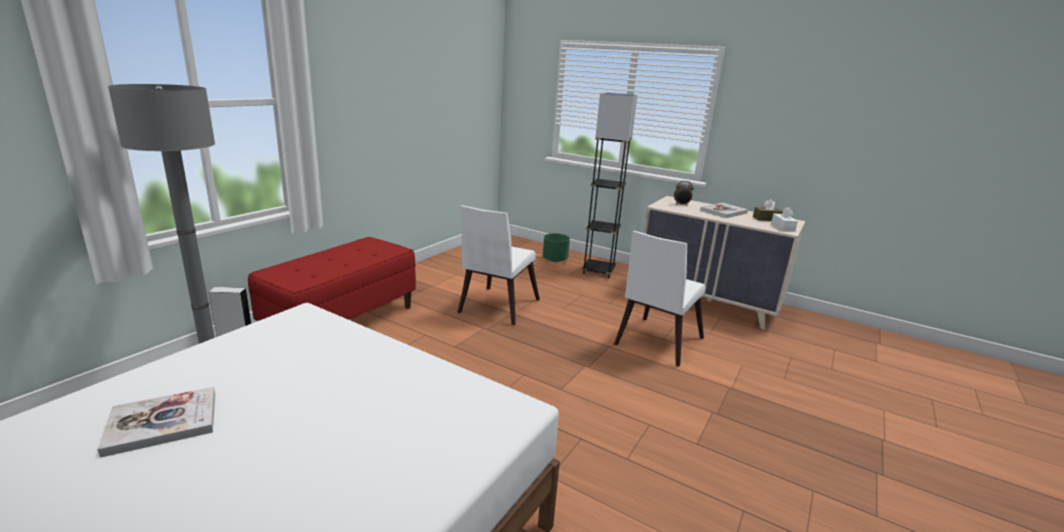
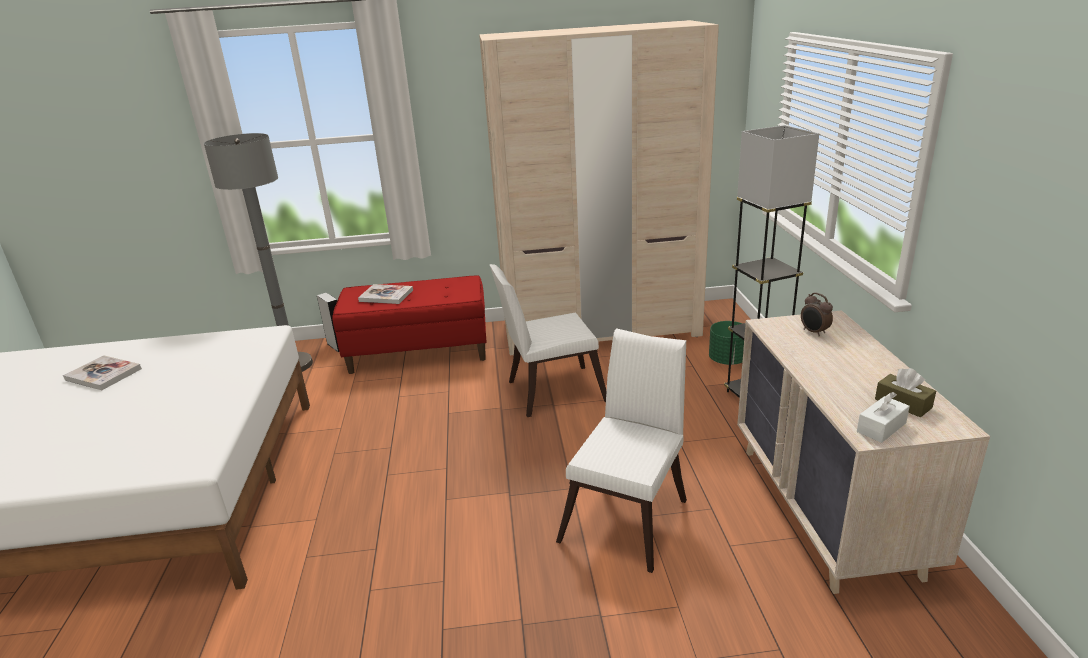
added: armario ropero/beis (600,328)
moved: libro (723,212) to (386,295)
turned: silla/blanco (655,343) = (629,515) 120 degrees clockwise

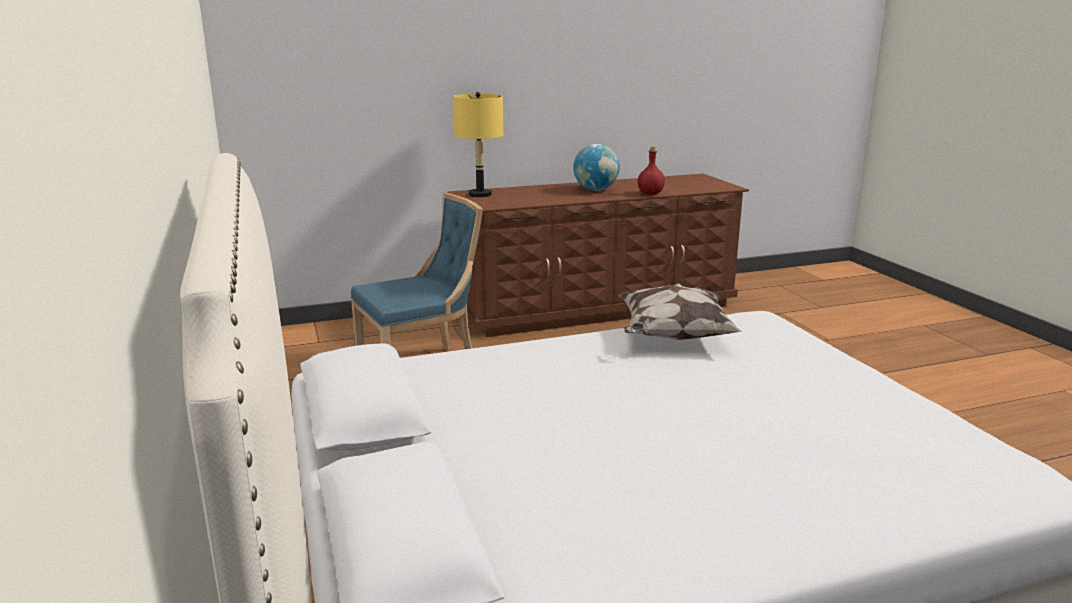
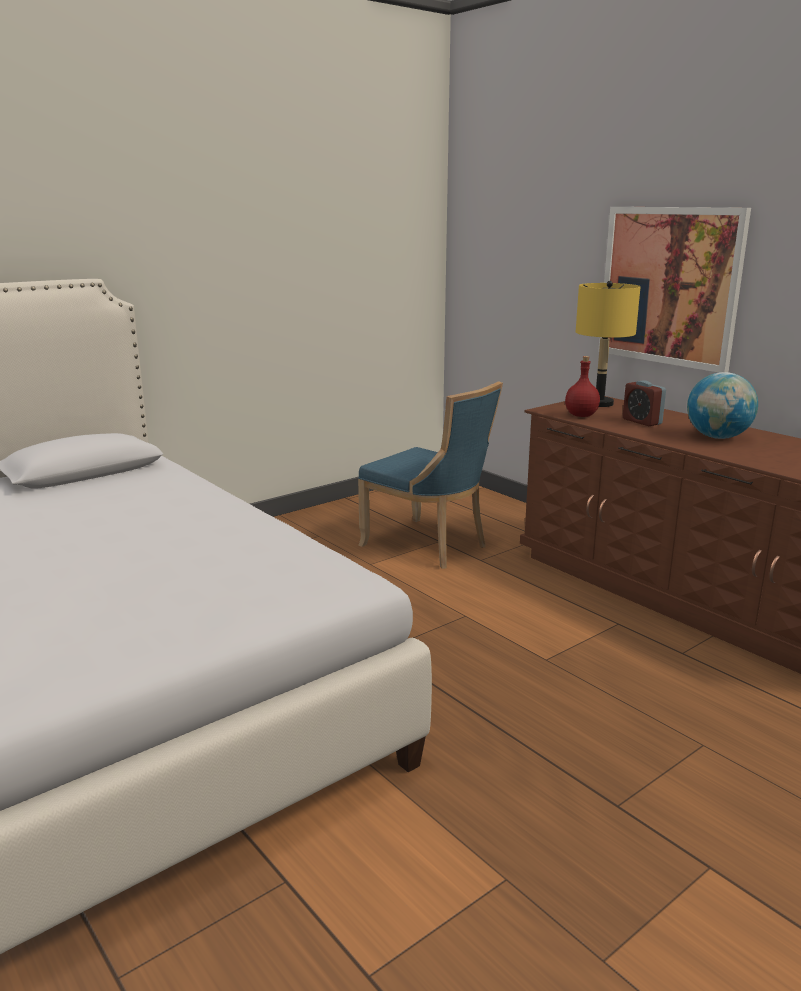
removed: cojín (672,336)
added: cuadro (669,286); despertador (642,422)
moved: botella/rojo (650,194) to (581,415)

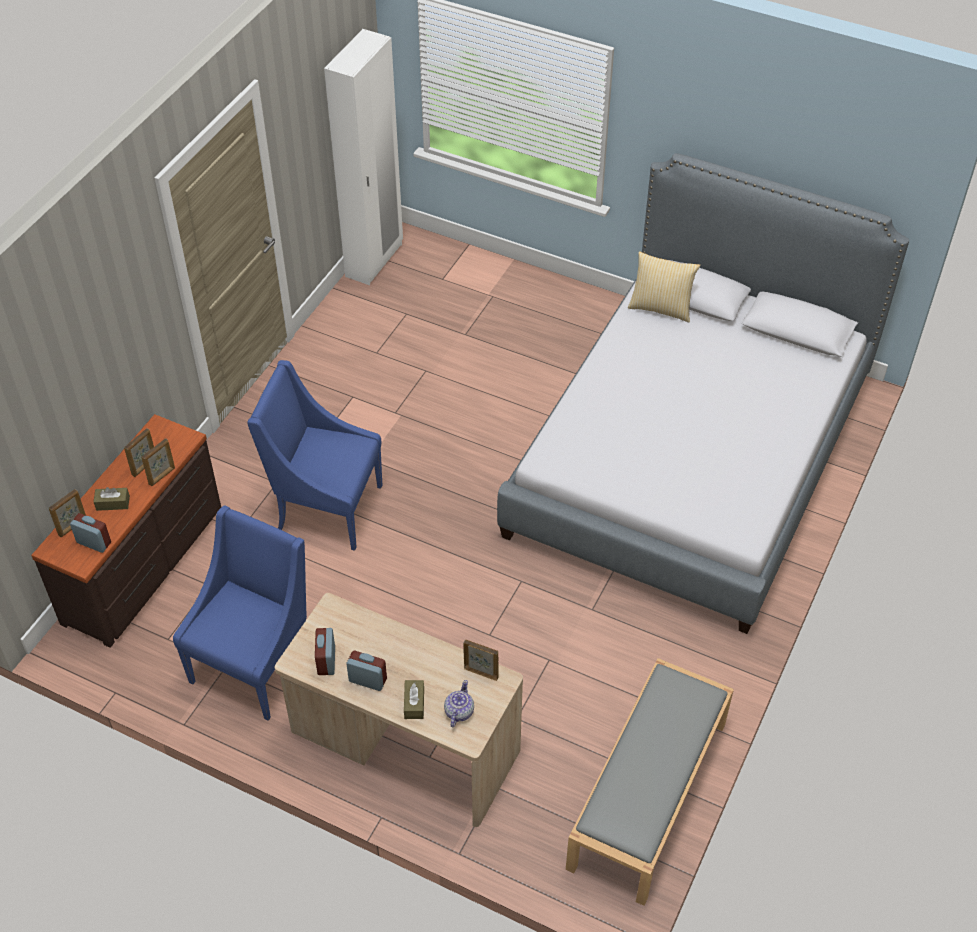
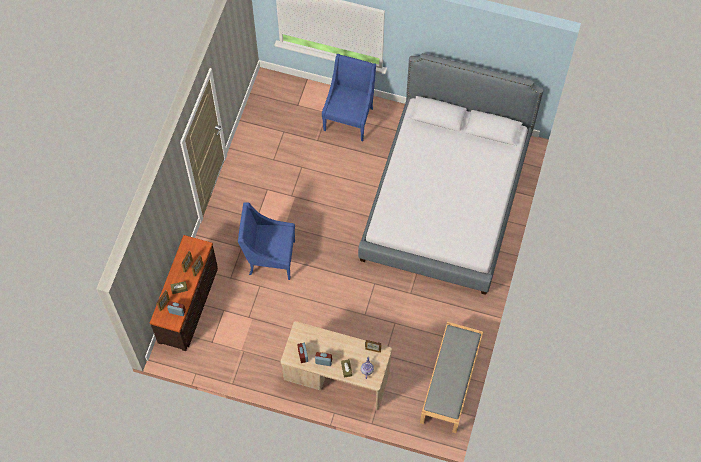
removed: armario ropero/blanco (374,260); cojín (661,308)
moved: sillón/azul (256,663) to (349,118)

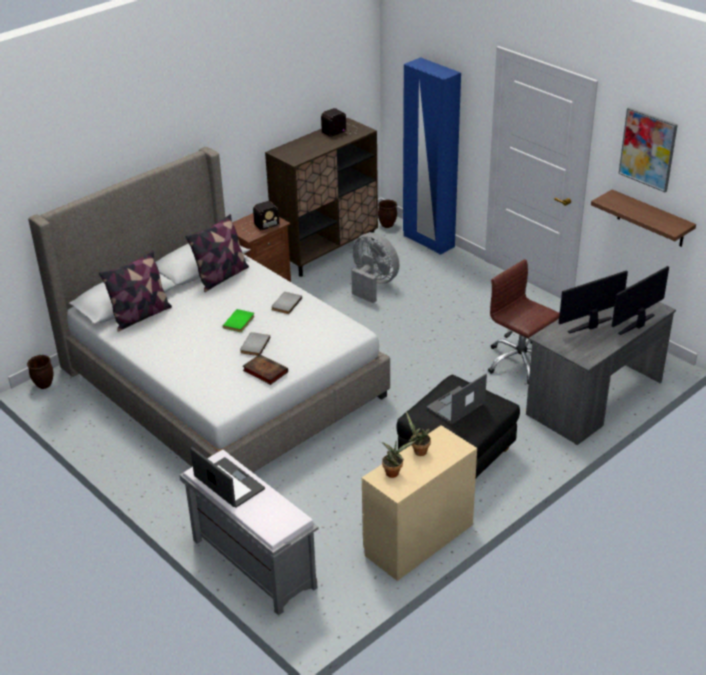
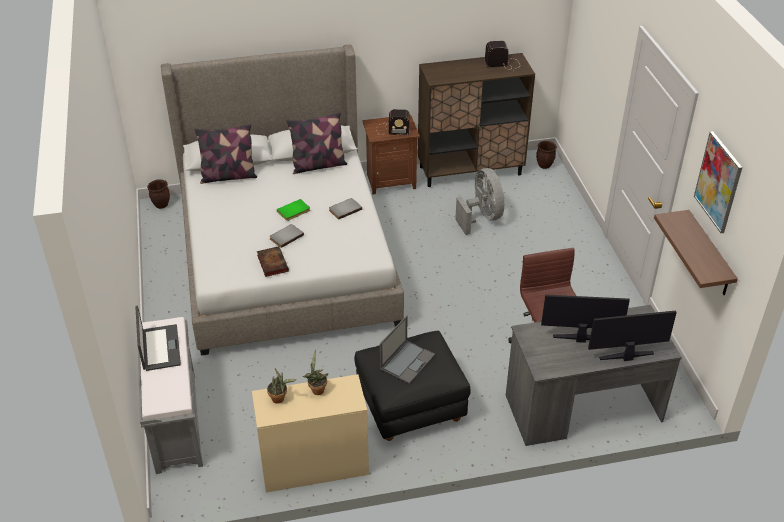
removed: armario ropero/azul (428,241)
turned: portátil (455,406) = (407,361) 135 degrees clockwise

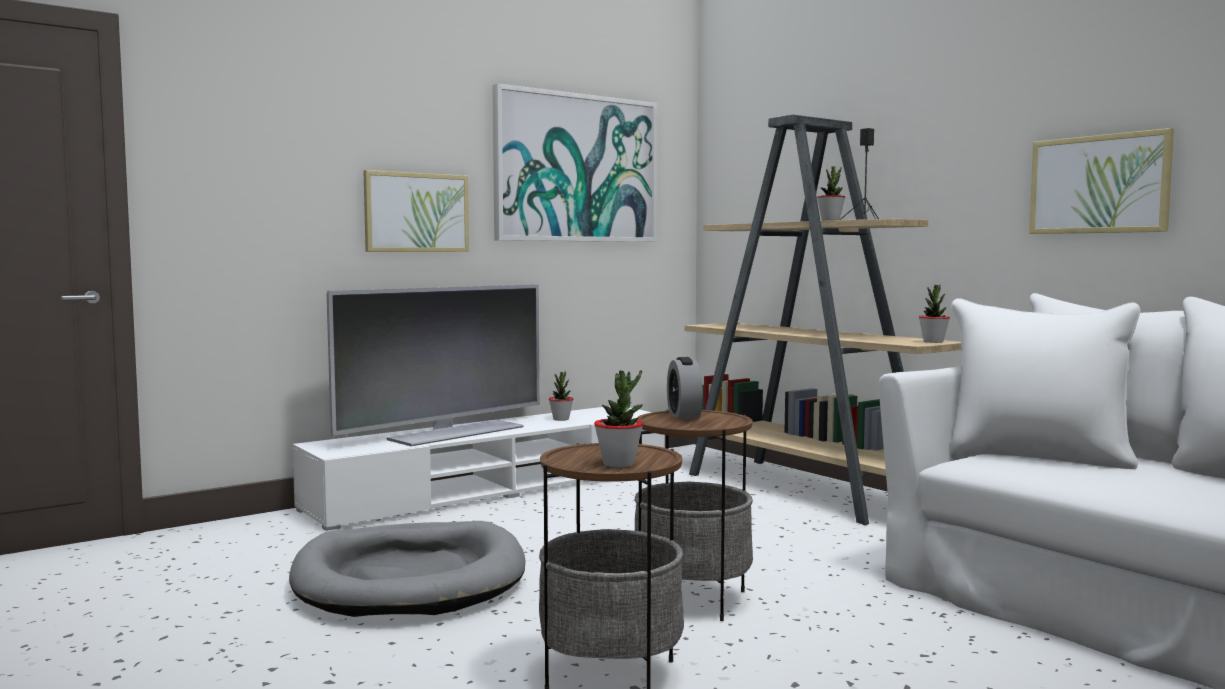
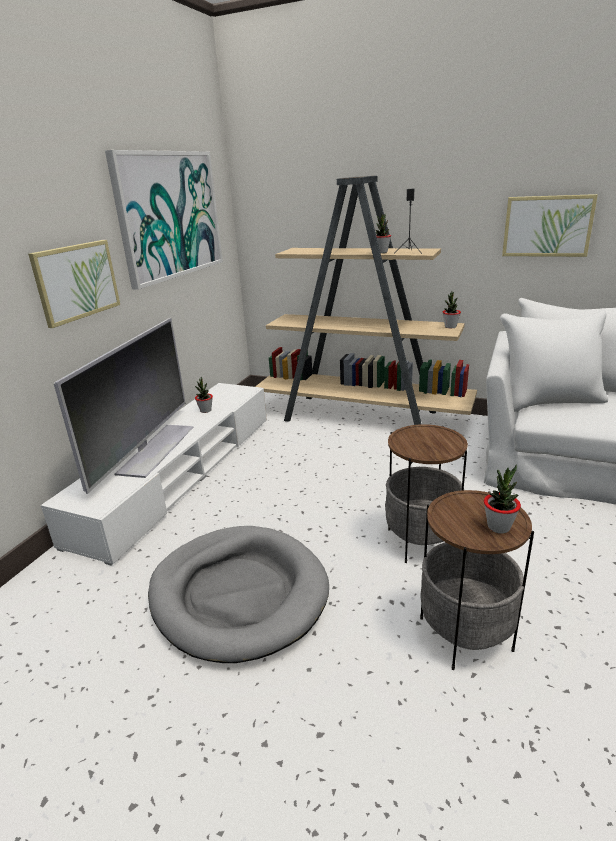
removed: despertador (684,415)

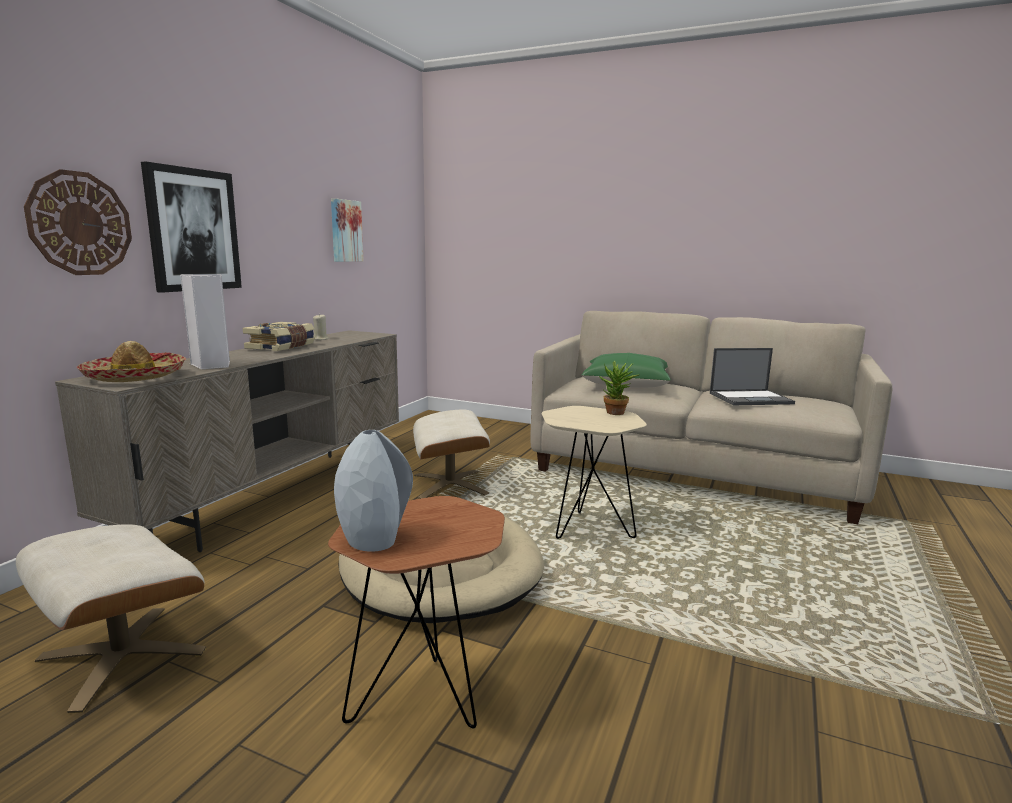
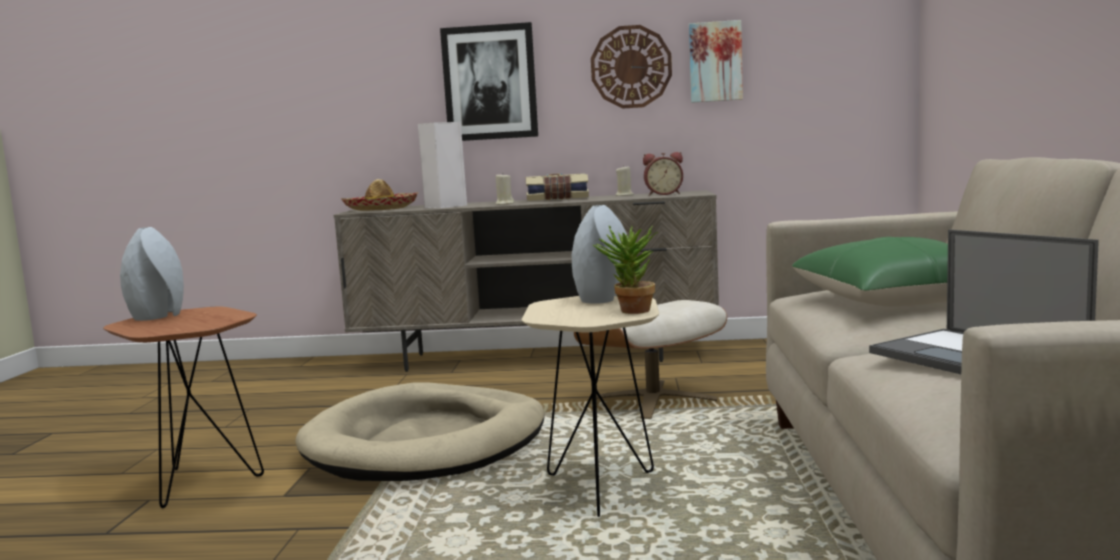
removed: puf/beis (121,655)
added: vela/beis (504,204); florero/gris (605,300); despertador (663,194)
moved: reloj de pared (80,223) to (631,67)

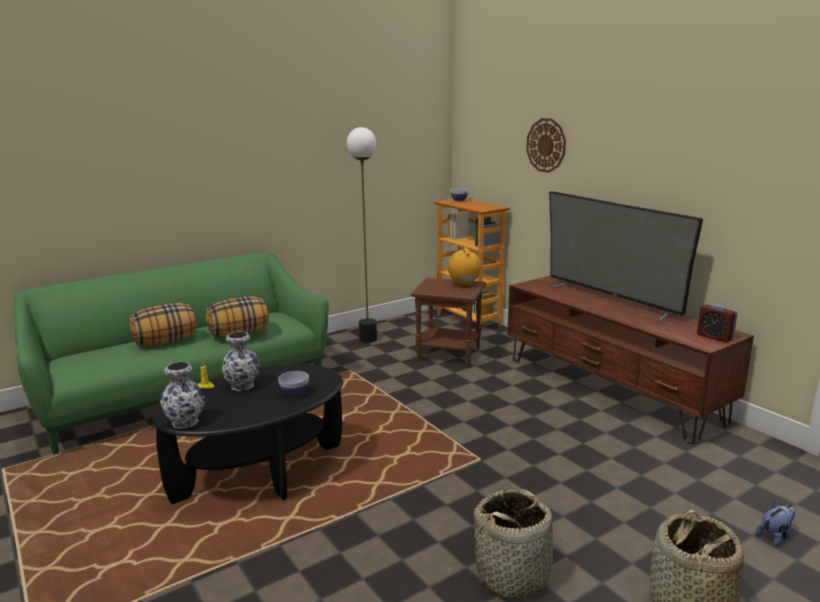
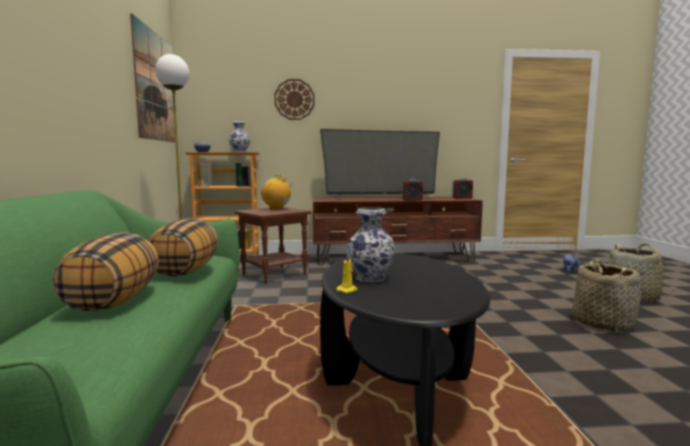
removed: cuenco (294,393)
added: cuadro (155,87); despertador (412,200)
moved: florero (185,422) to (240,152)

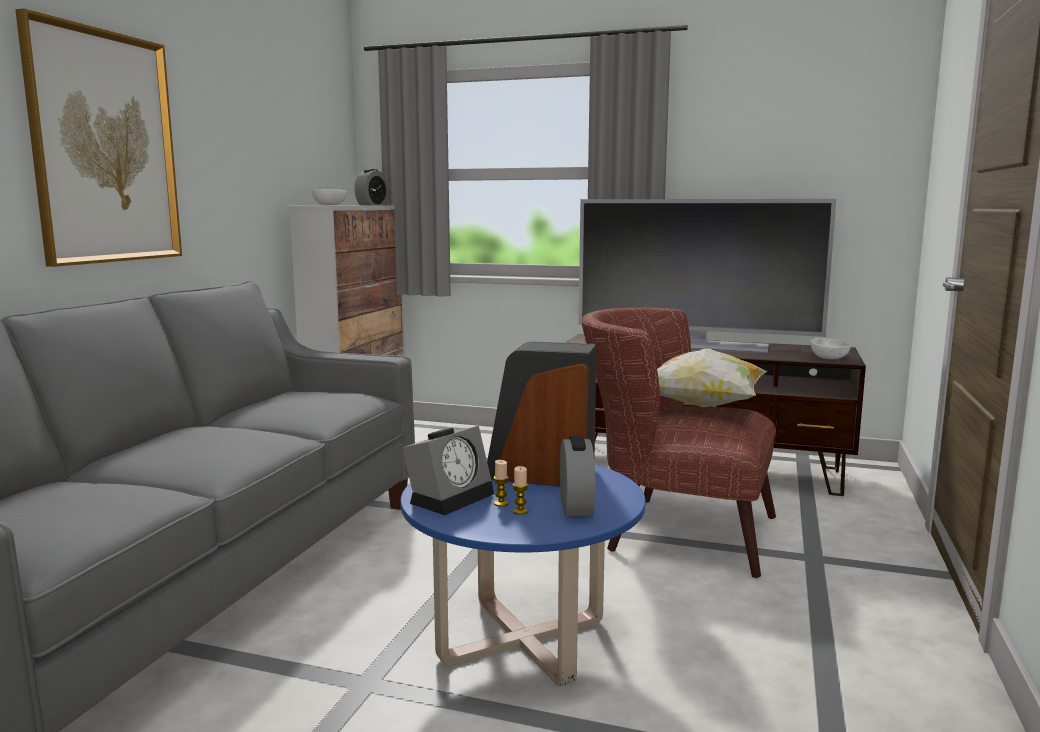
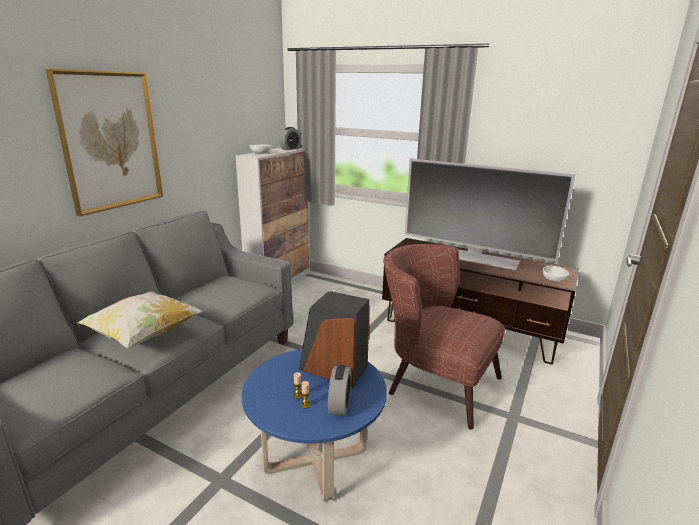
removed: despertador (451,497)
moved: cojín (702,406) to (144,335)

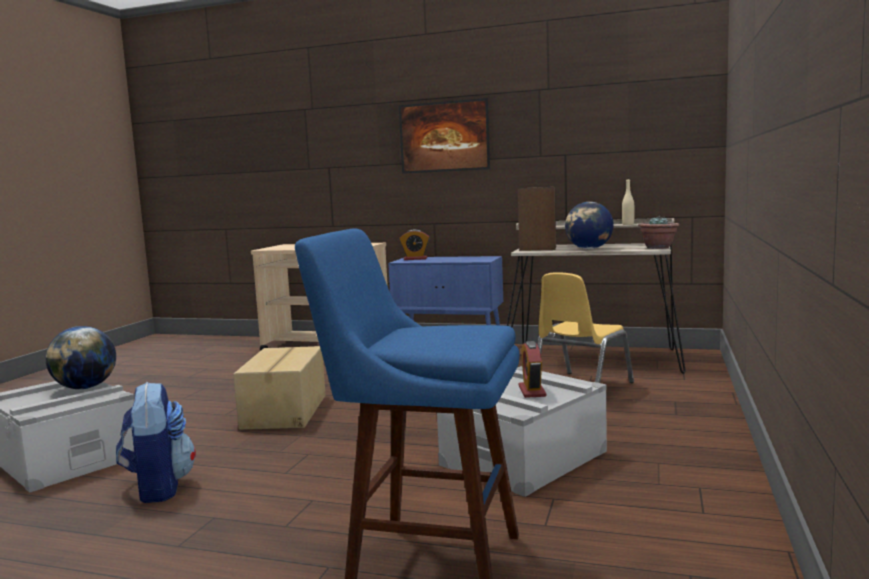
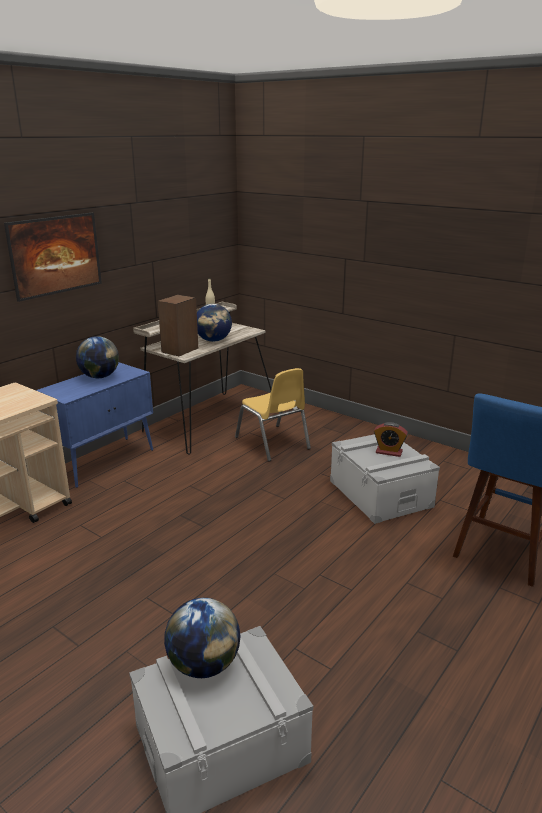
removed: mochila (158,487); caja de cartón (286,411); despertador (415,259); planta en maceta (658,248)
added: globo terráqueo (99,376)

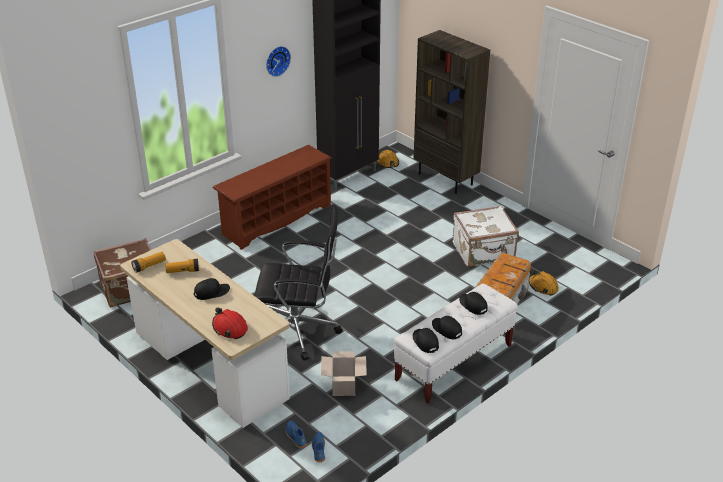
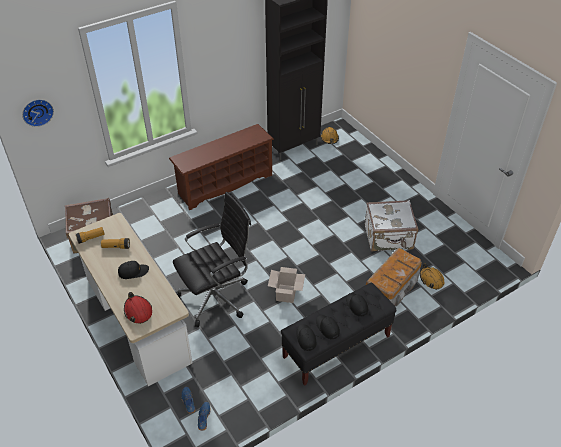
removed: estantería/marrón (446,179)
moved: reloj de pared (276,60) to (37,111); caja de cartón (344,386) to (286,294)
recoloured: banco/blanco (453,363) to banco/negro (336,347)
turned: silla de oficina/negro (299,331) = (216,297) 45 degrees counterclockwise

